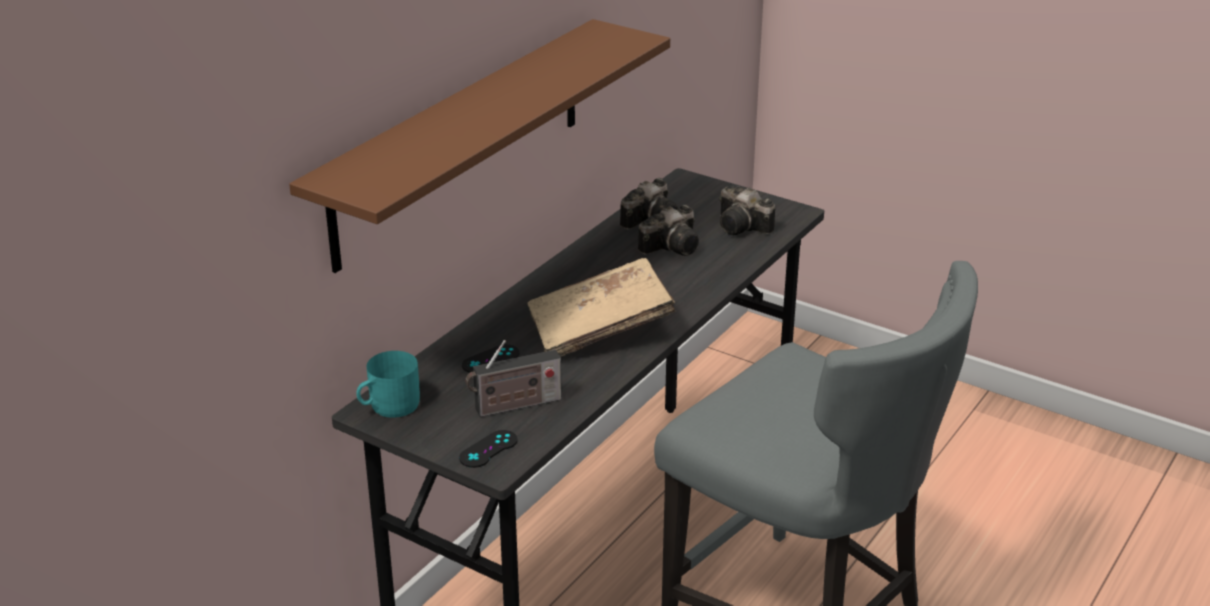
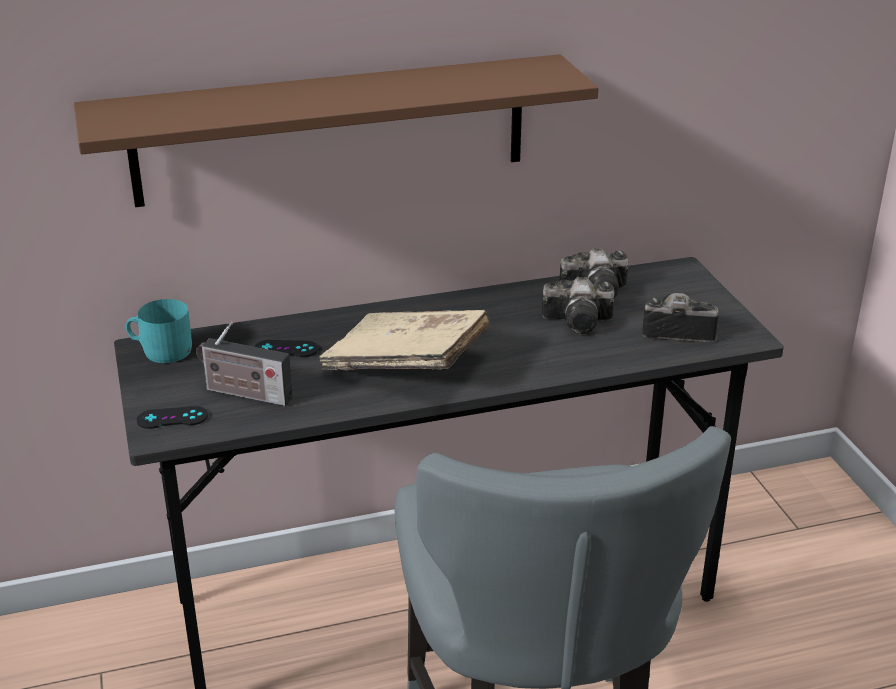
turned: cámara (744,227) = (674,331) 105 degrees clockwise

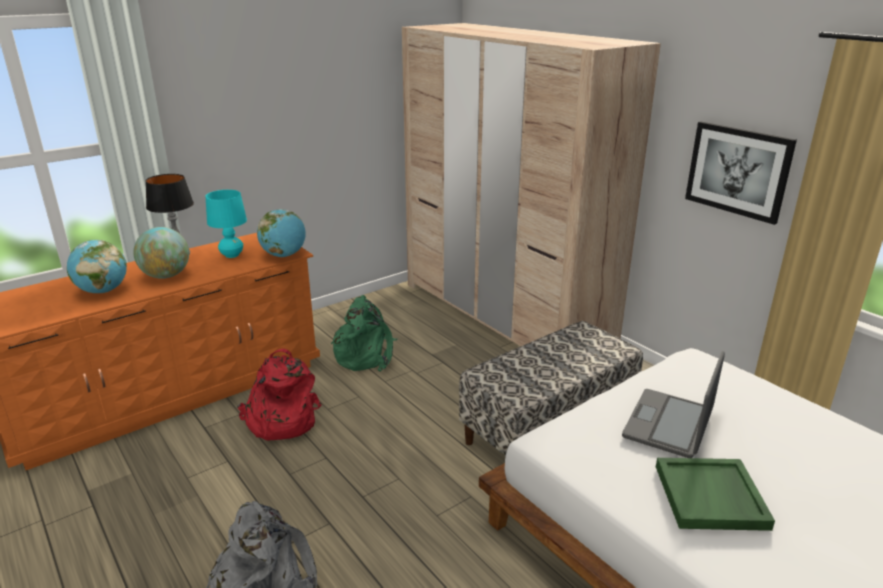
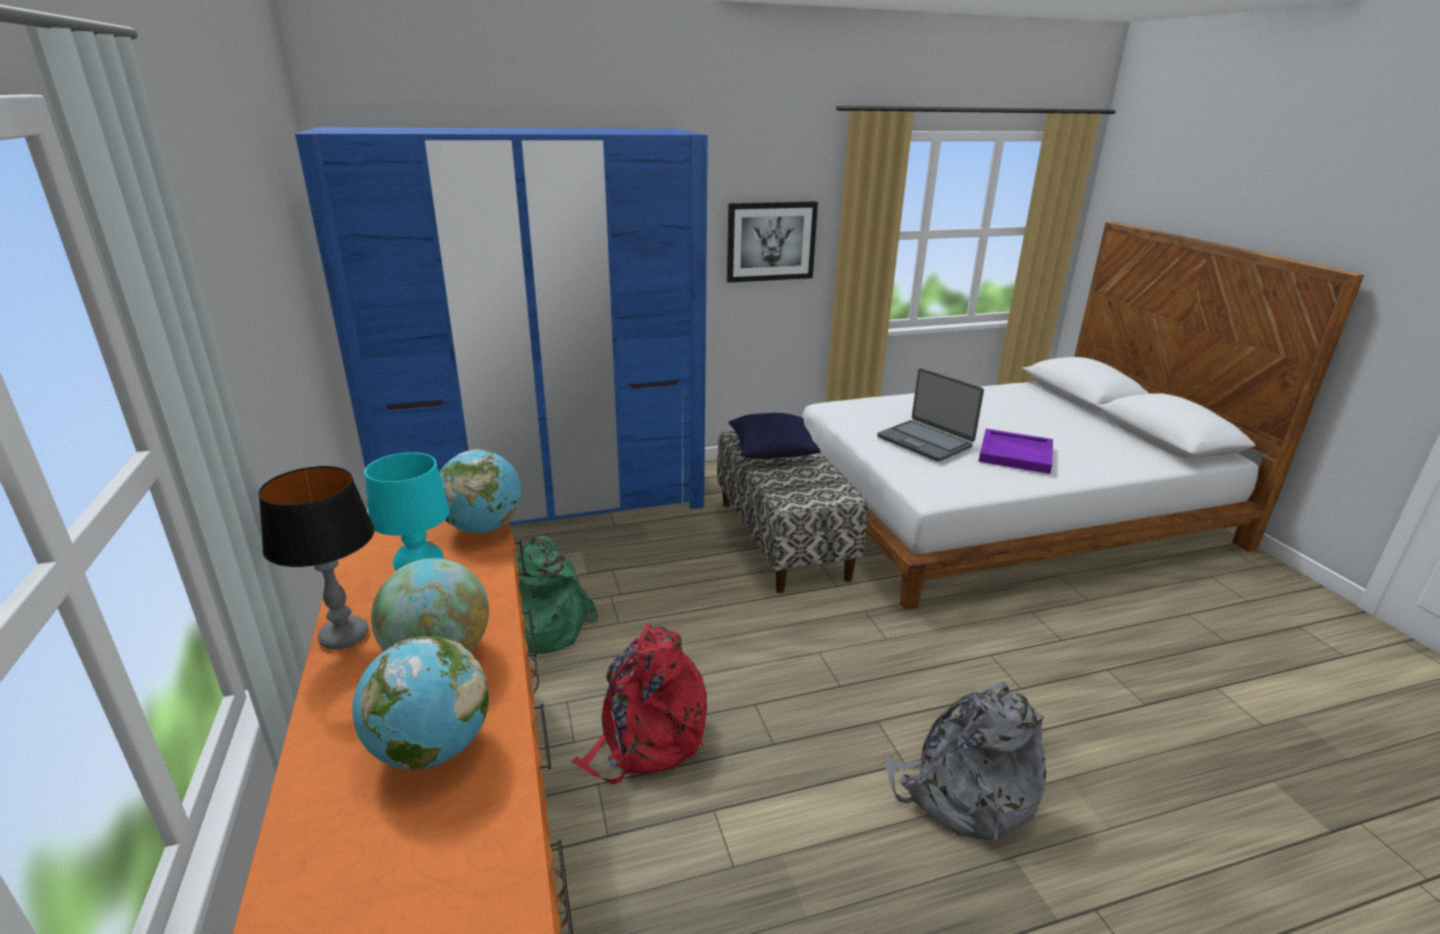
added: cojín/azul (771,451)
recoloured: armario ropero/beis (503,315) to armario ropero/azul (548,504); bandeja/verde (711,497) to bandeja/morado (1016,454)

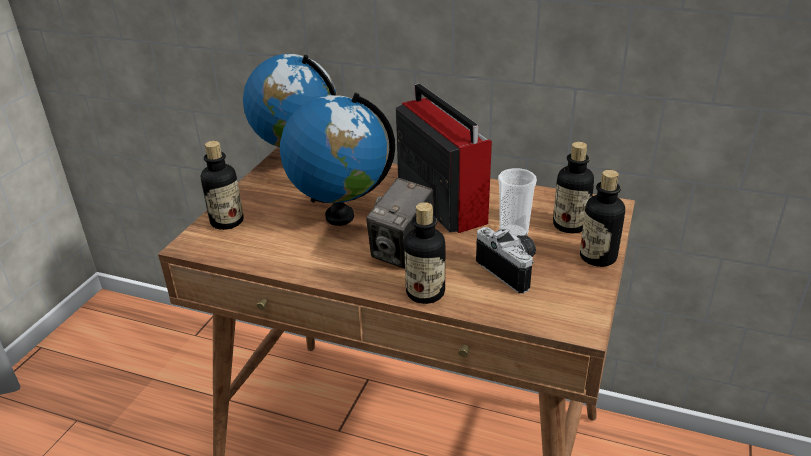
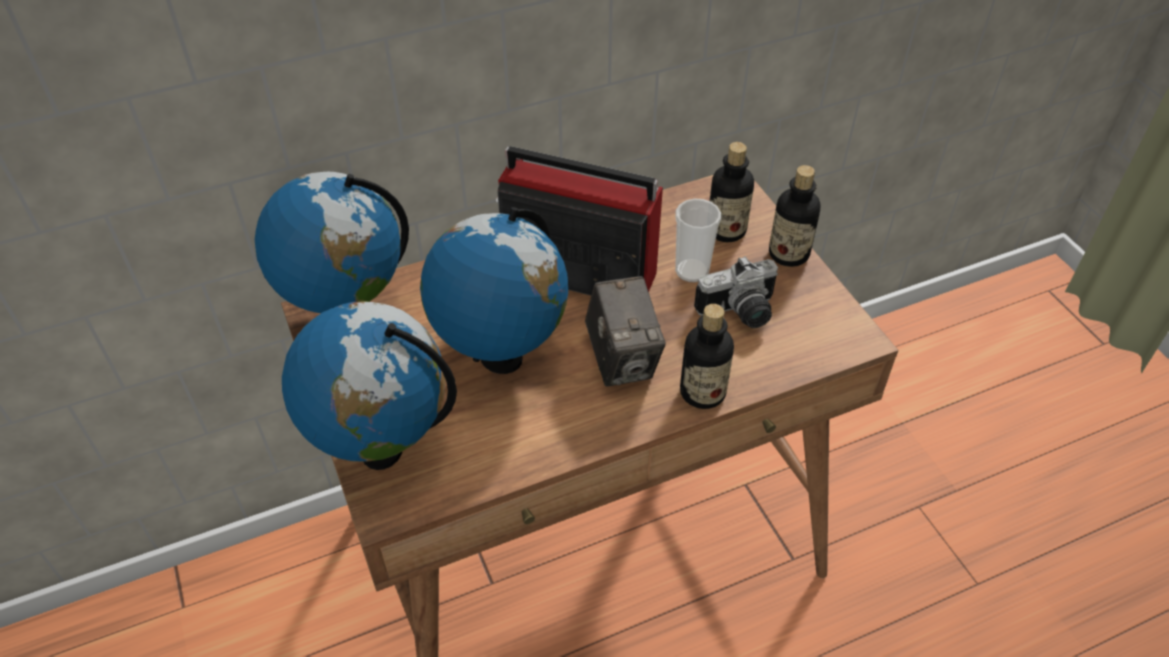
replaced: botella (227,221) to globo terráqueo (382,449)
turned: cámara (513,269) = (740,313) 150 degrees clockwise

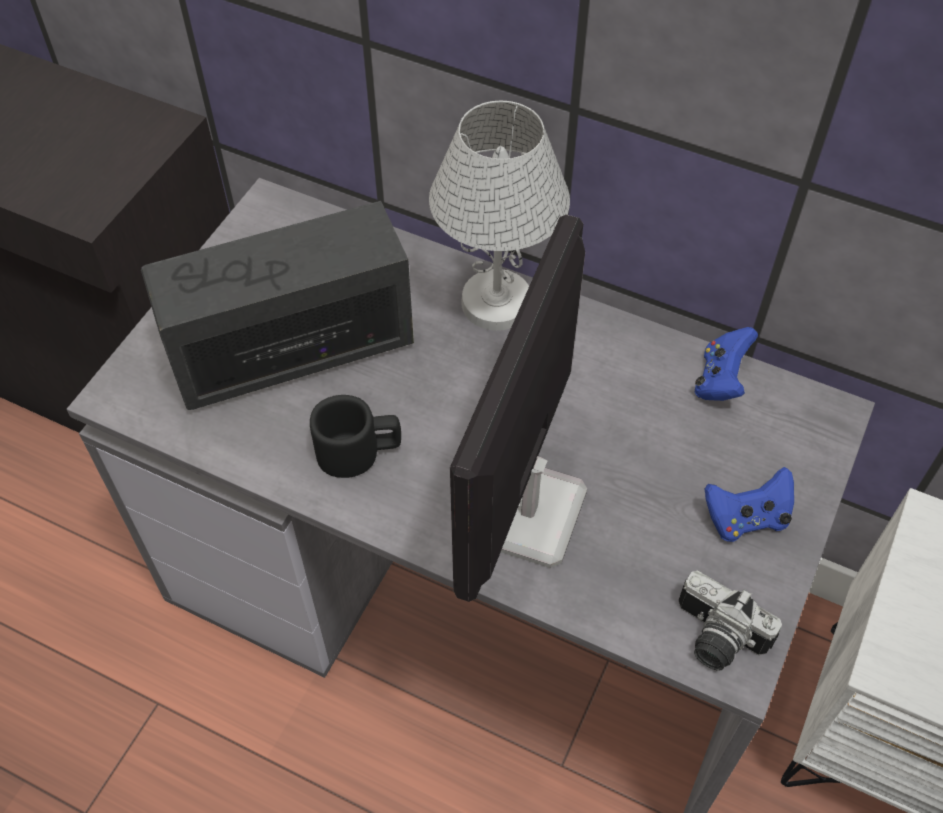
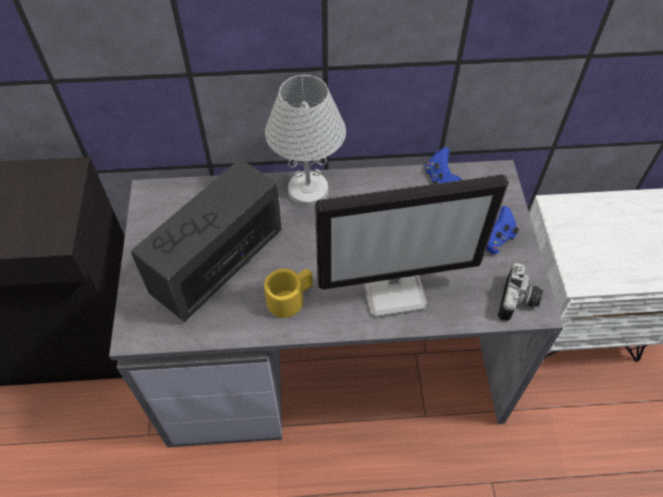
recoloured: taza grande/negro (359,451) to taza grande/amarillo (291,298)
turned: monitor (524,514) = (394,288) 90 degrees counterclockwise; cámara (714,639) = (519,302) 75 degrees counterclockwise

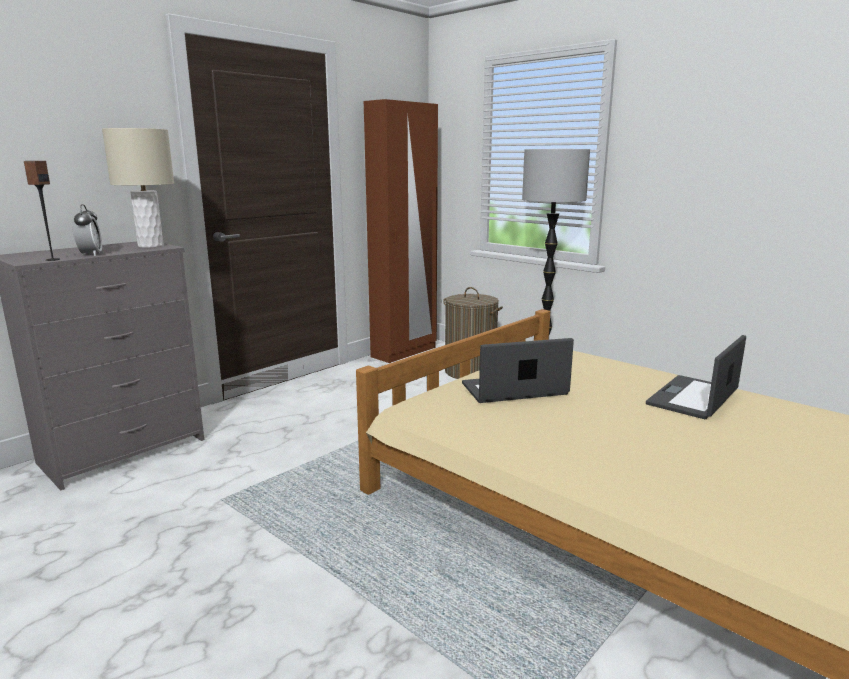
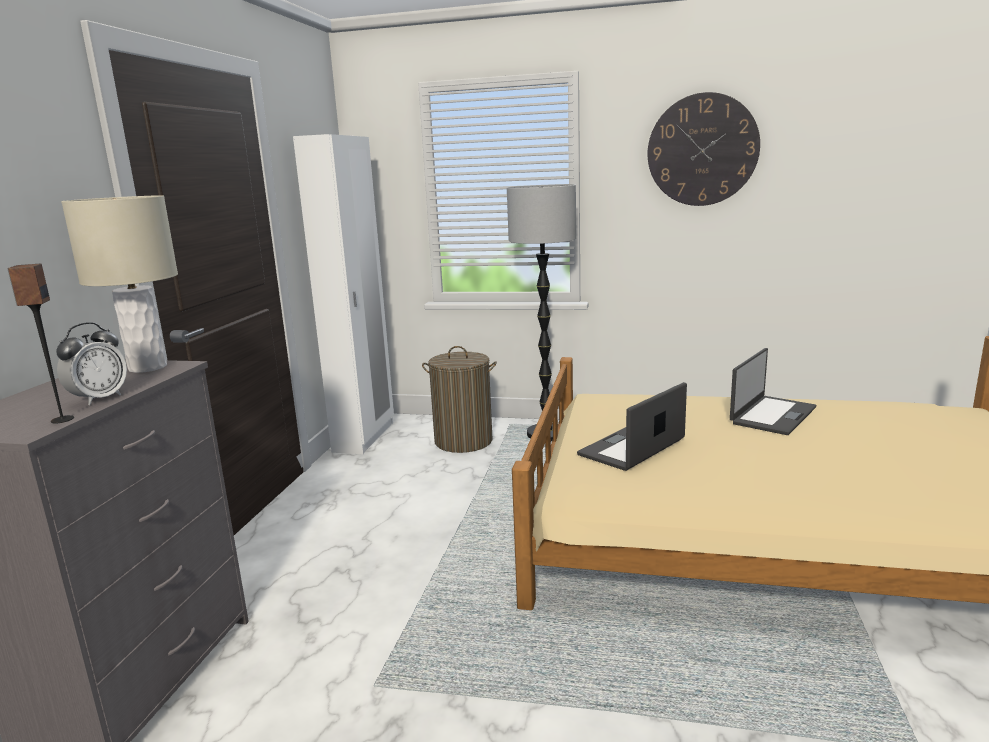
added: reloj de pared (702,150)
recoloured: armario ropero/marrón (404,352) to armario ropero/blanco (365,437)
turned: despertador (90,254) = (99,399) 75 degrees clockwise; portátil (694,398) = (772,415) 150 degrees counterclockwise

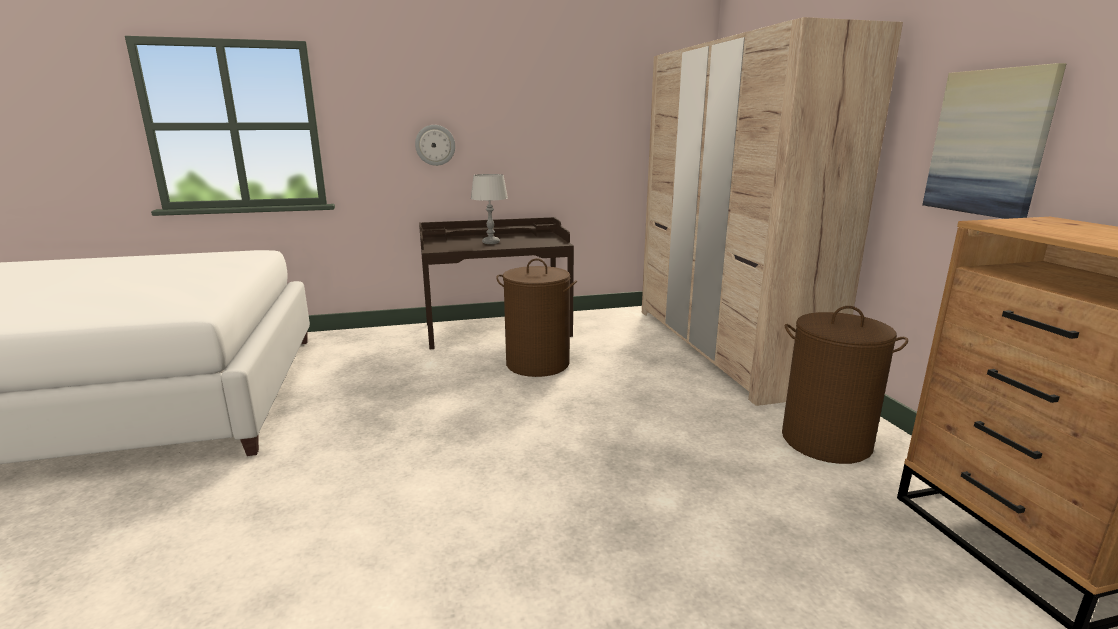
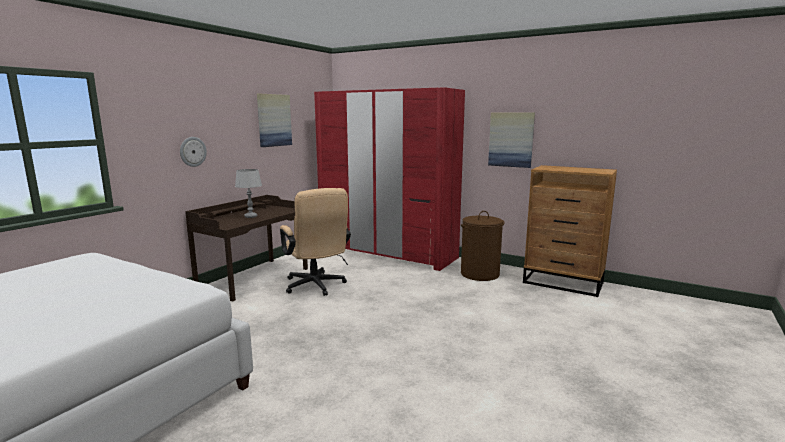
added: cuadro (274,120)
replaced: cesto de la ropa/marrón (537,364) to silla de oficina/beis (316,287)
recoloured: armario ropero/beis (722,346) to armario ropero/rojo (387,252)

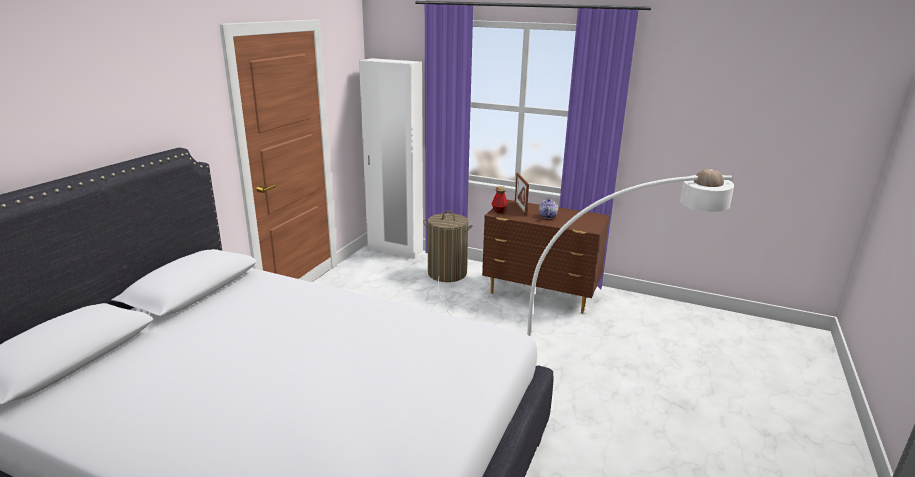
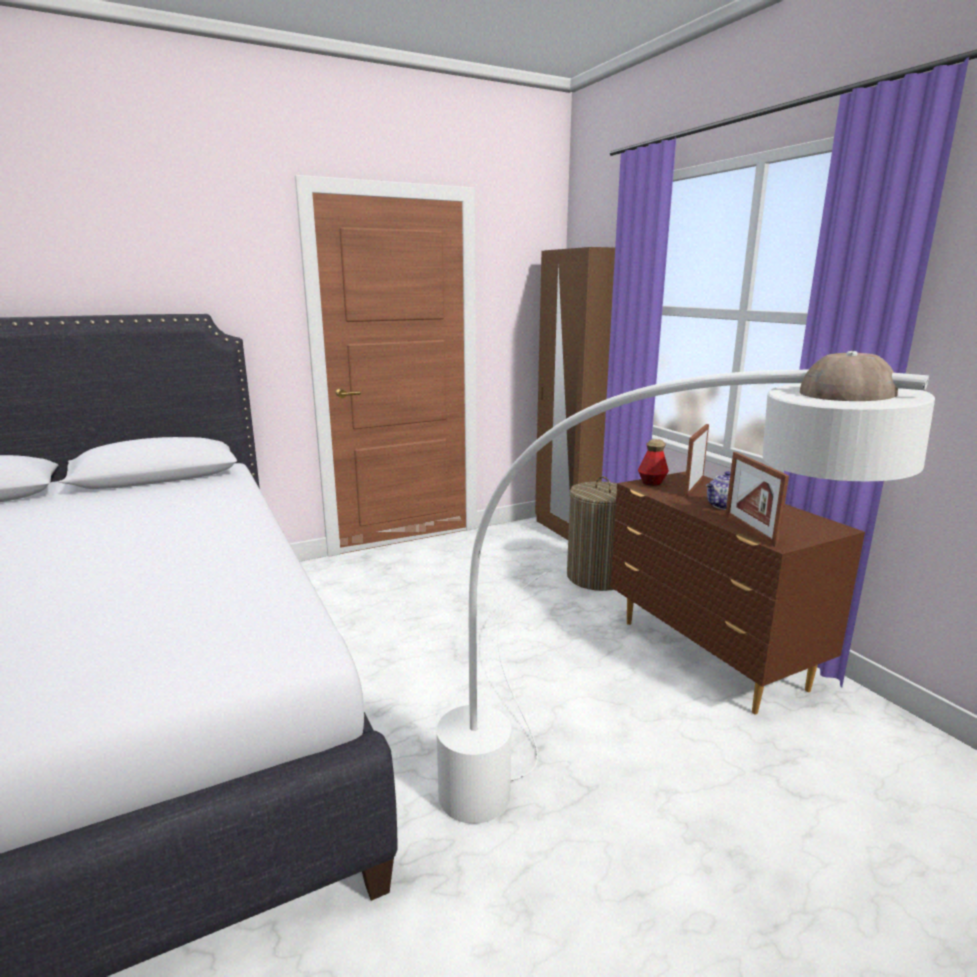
added: portarretratos (750,530)
recoloured: armario ropero/blanco (395,250) to armario ropero/marrón (567,531)

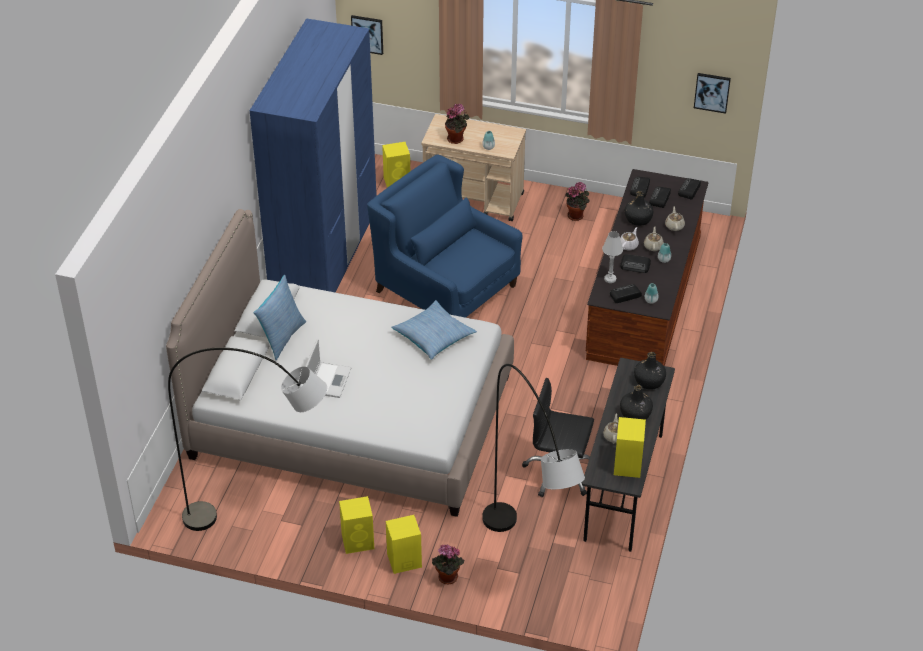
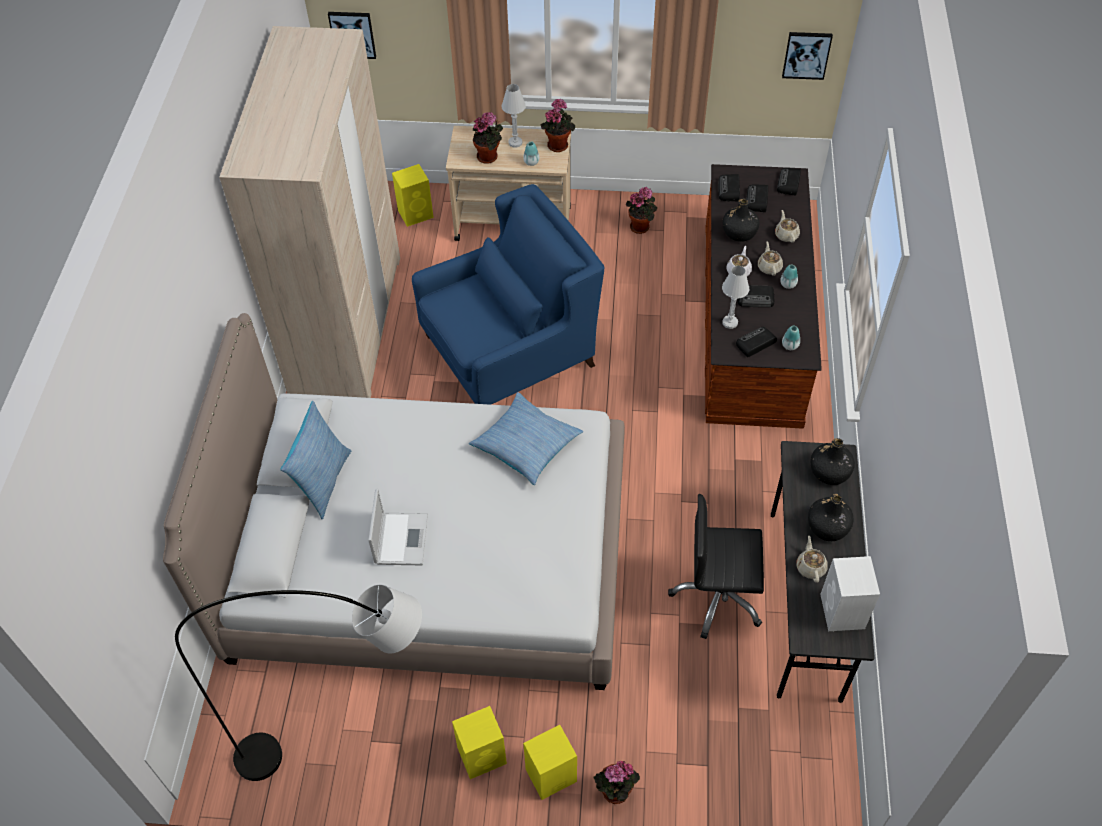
removed: lámpara de pie/gris (529,565)
added: lámpara de mesa/blanco (515,142); planta en maceta (558,144)
recoloured: armario ropero/azul (324,253) to armario ropero/beis (347,324); altavoz/amarillo (627,466) to altavoz/blanco (842,612)
turned: sillón/azul (446,289) = (509,351) 120 degrees clockwise

